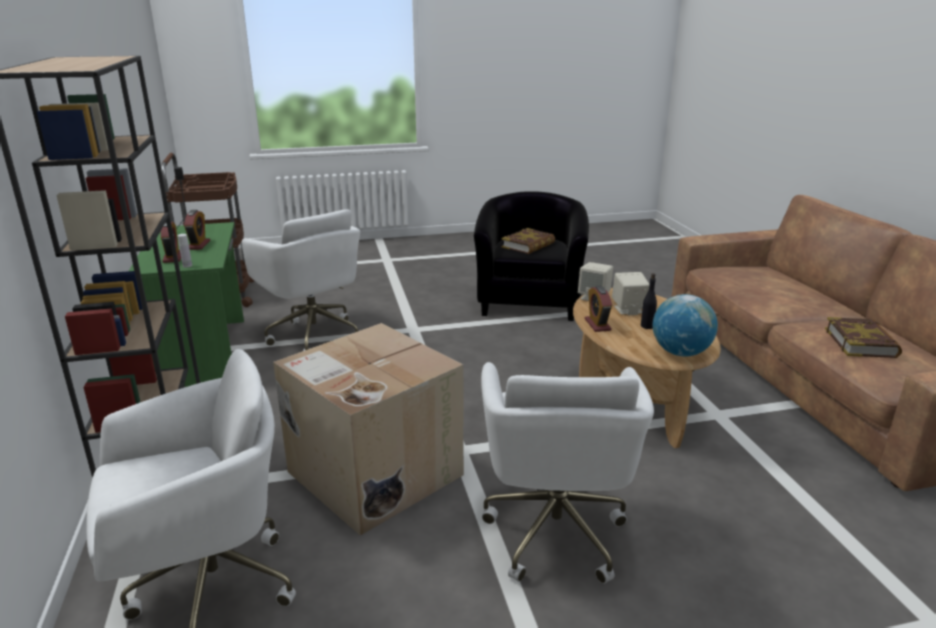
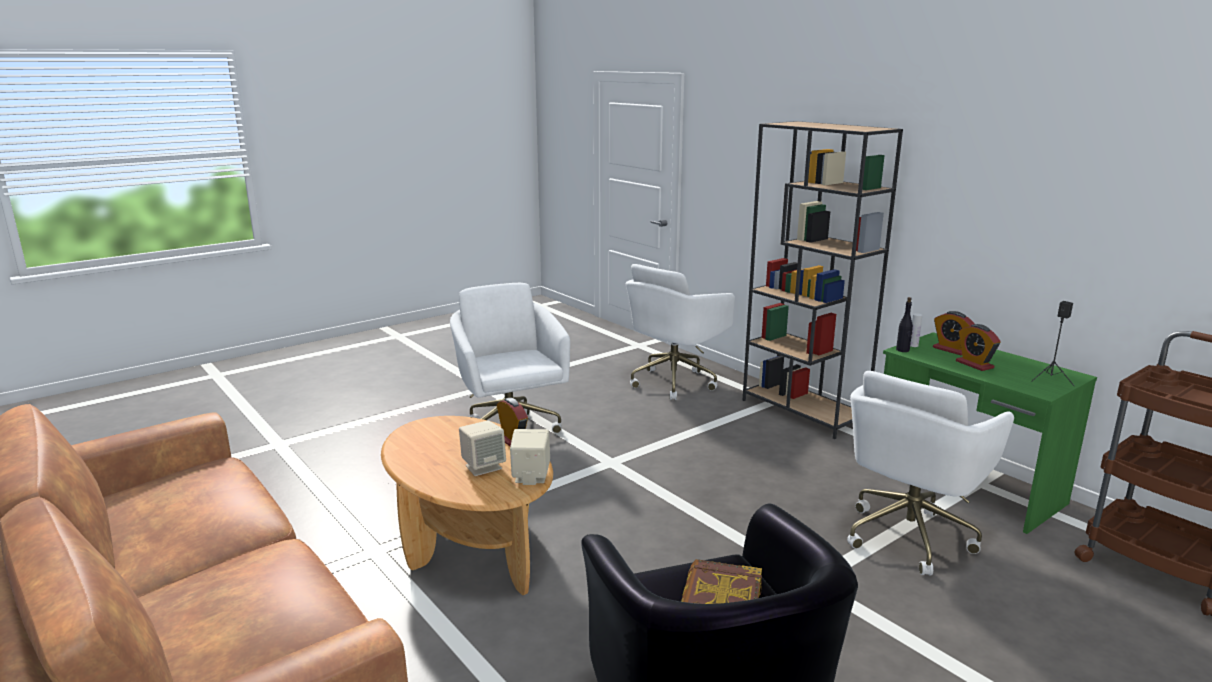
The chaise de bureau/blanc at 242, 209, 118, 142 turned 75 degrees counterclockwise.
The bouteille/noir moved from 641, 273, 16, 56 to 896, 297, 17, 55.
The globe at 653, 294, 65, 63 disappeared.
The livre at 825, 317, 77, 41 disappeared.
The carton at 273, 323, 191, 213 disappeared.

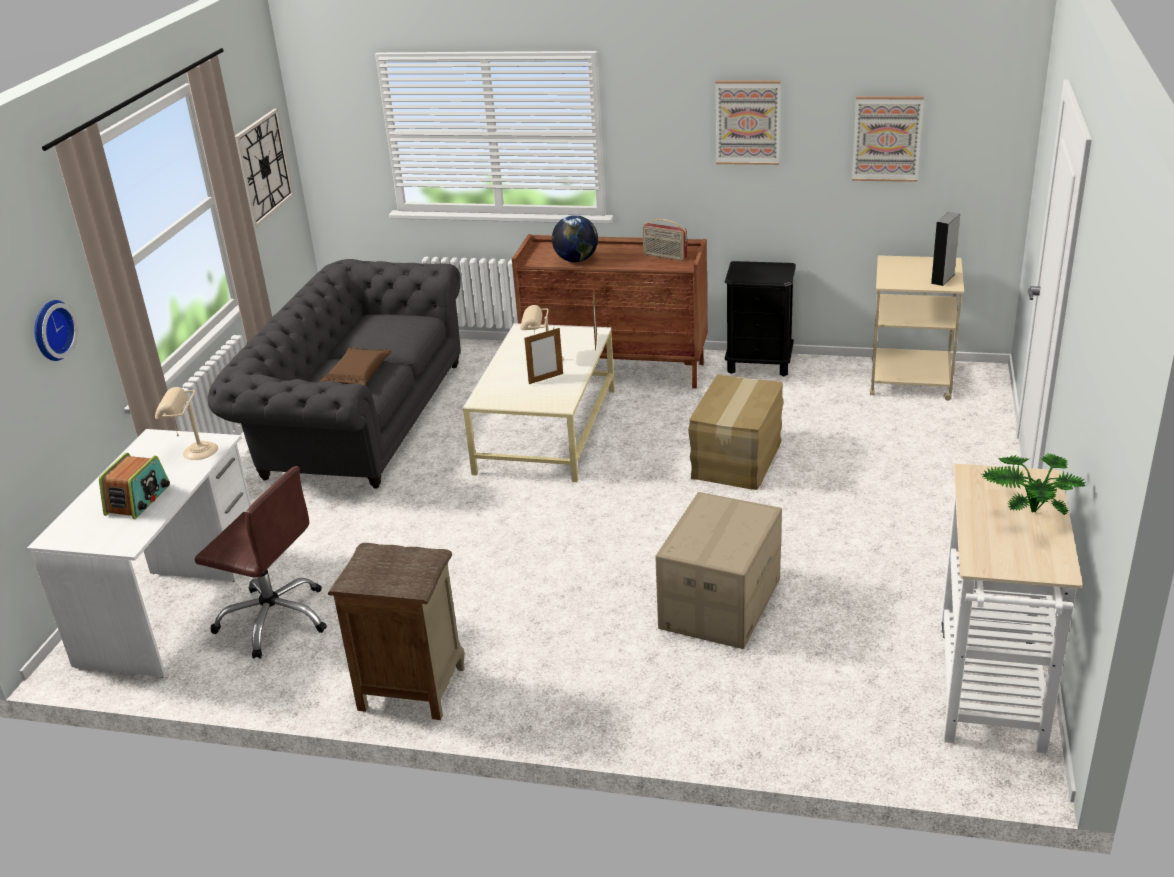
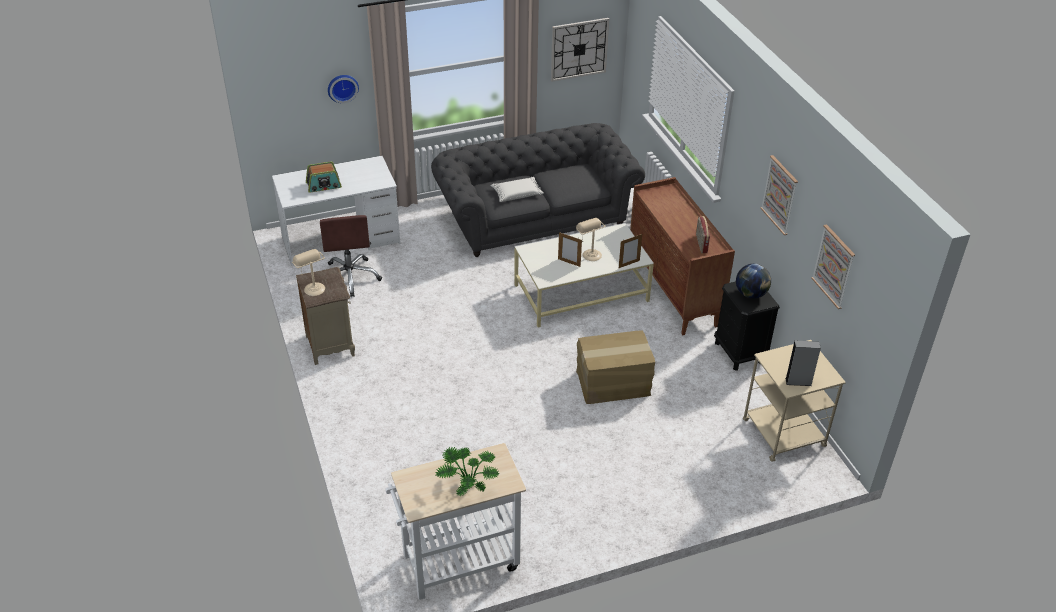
The globe moved from 552, 215, 46, 47 to 736, 264, 35, 34.
The coussin/marron at 319, 347, 73, 39 became the coussin/blanc at 490, 177, 54, 25.
The lampe de table/beige moved from 155, 387, 63, 73 to 292, 249, 33, 47.
The carton at 655, 492, 127, 157 disappeared.

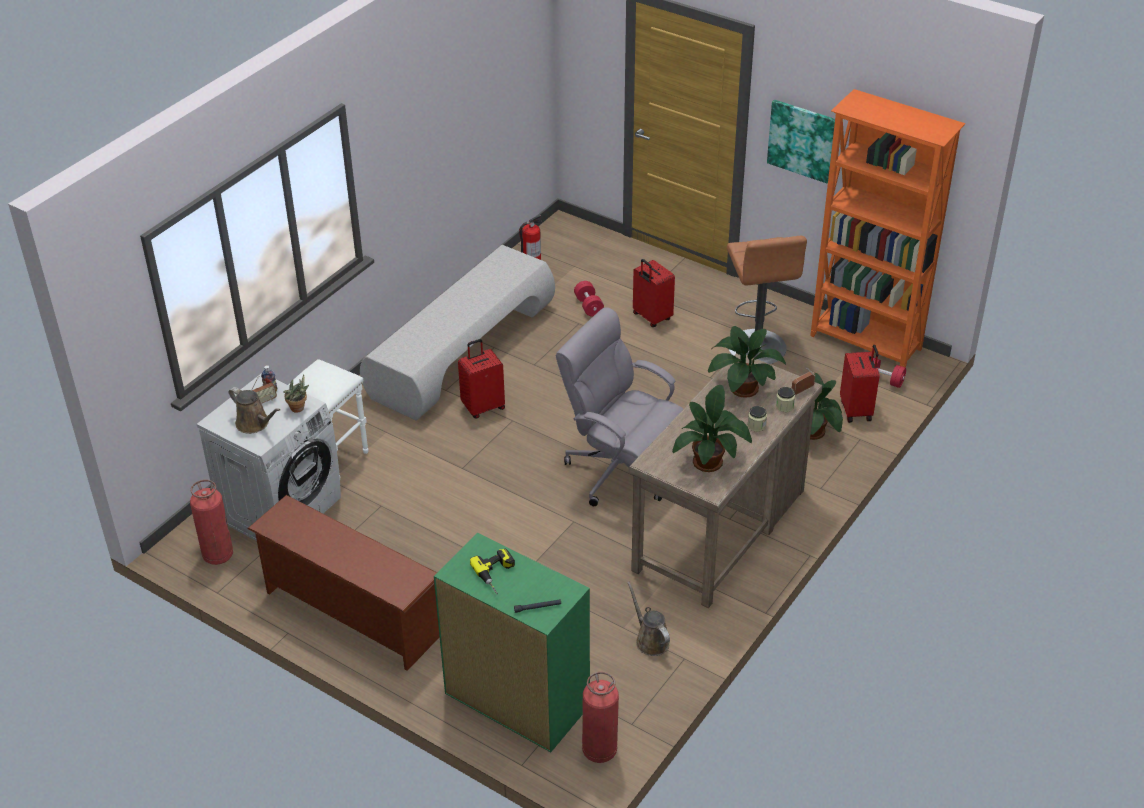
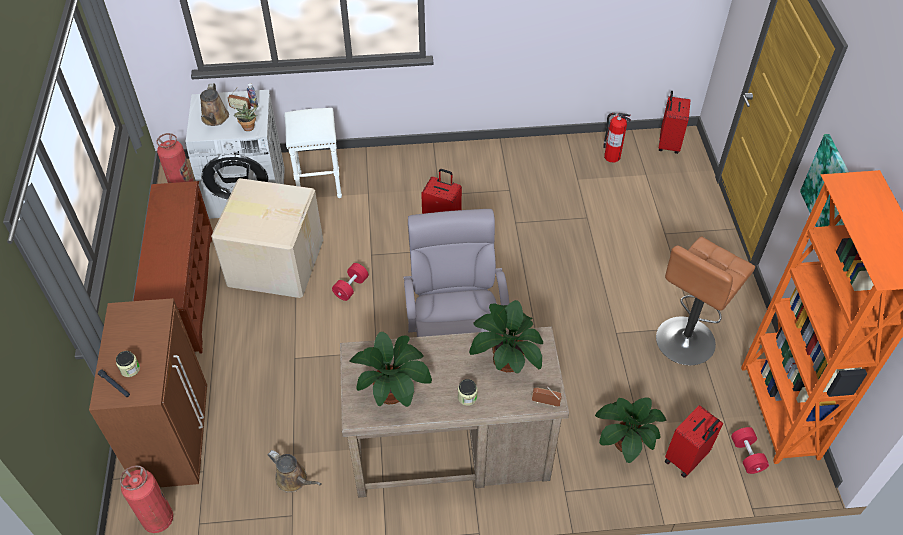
The banc/gris at 360, 245, 195, 175 disappeared.
The valise/rouge moved from 633, 259, 42, 68 to 658, 91, 33, 63.
The haltère/rouge moved from 574, 281, 30, 36 to 332, 263, 36, 38.
The bocal moved from 776, 387, 19, 25 to 116, 351, 24, 26.
The meuble de rangement/vert at 434, 533, 156, 219 became the meuble de rangement/marron at 89, 298, 118, 189.
The perceuse at 470, 549, 45, 46 disappeared.
The arrosoir/marron at 627, 582, 43, 74 turned 105 degrees clockwise.
The carton at 211, 178, 112, 120 appeared.

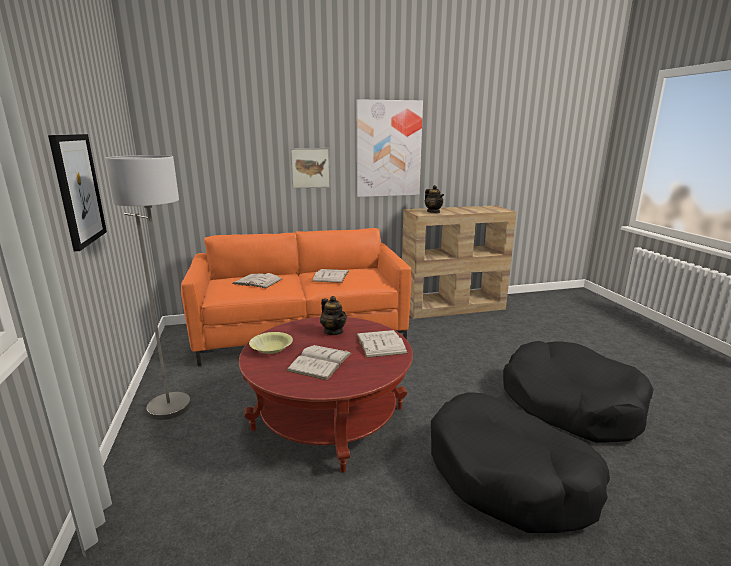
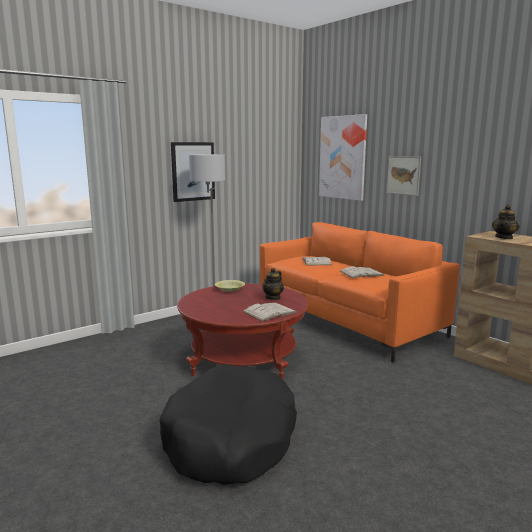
The tableau moved from 356, 99, 67, 98 to 319, 114, 48, 87.
The panier pour chien/noir at 503, 341, 151, 102 disappeared.
The livre/blanc at 287, 345, 65, 35 disappeared.

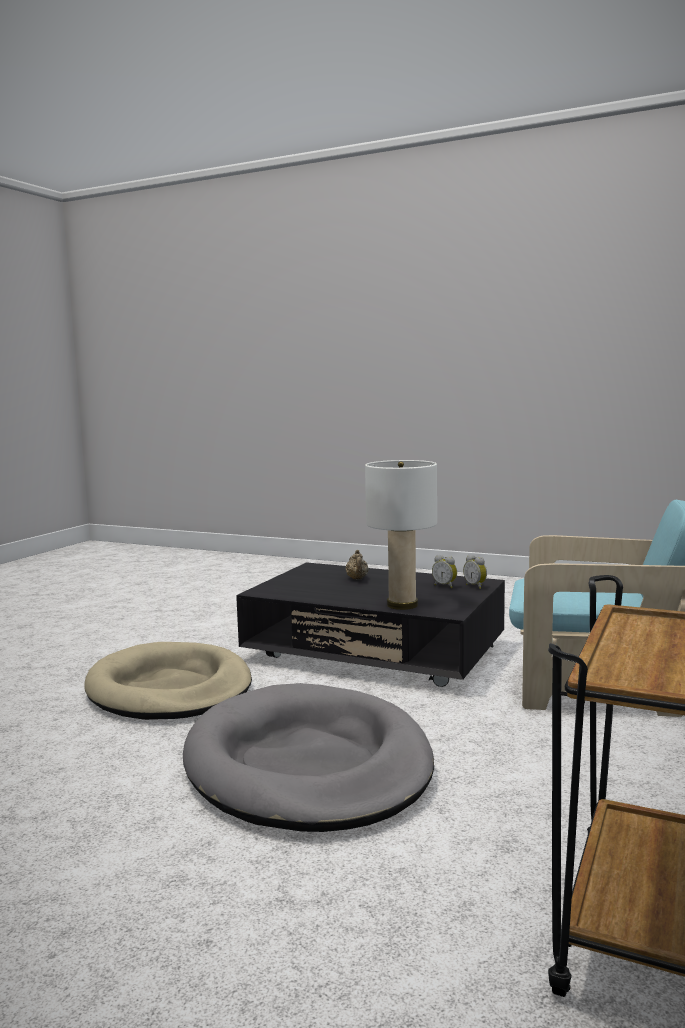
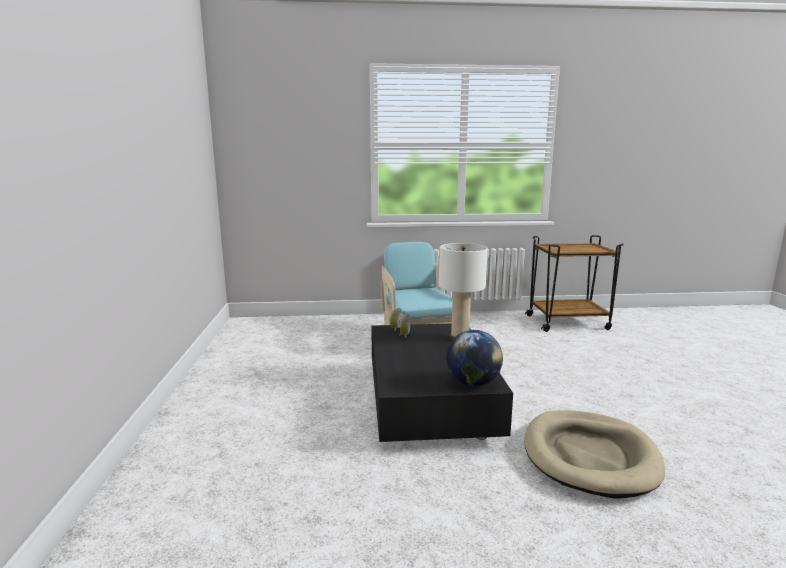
The théière/beige at 345, 550, 24, 29 disappeared.
The panier pour chien/gris at 183, 683, 251, 149 disappeared.
The globe at 446, 330, 57, 56 appeared.

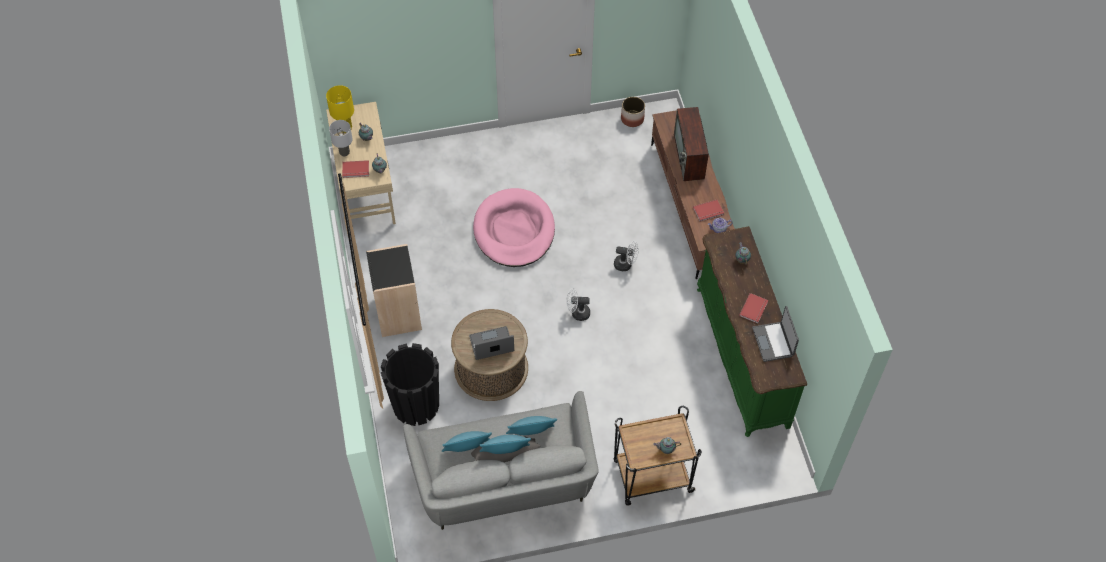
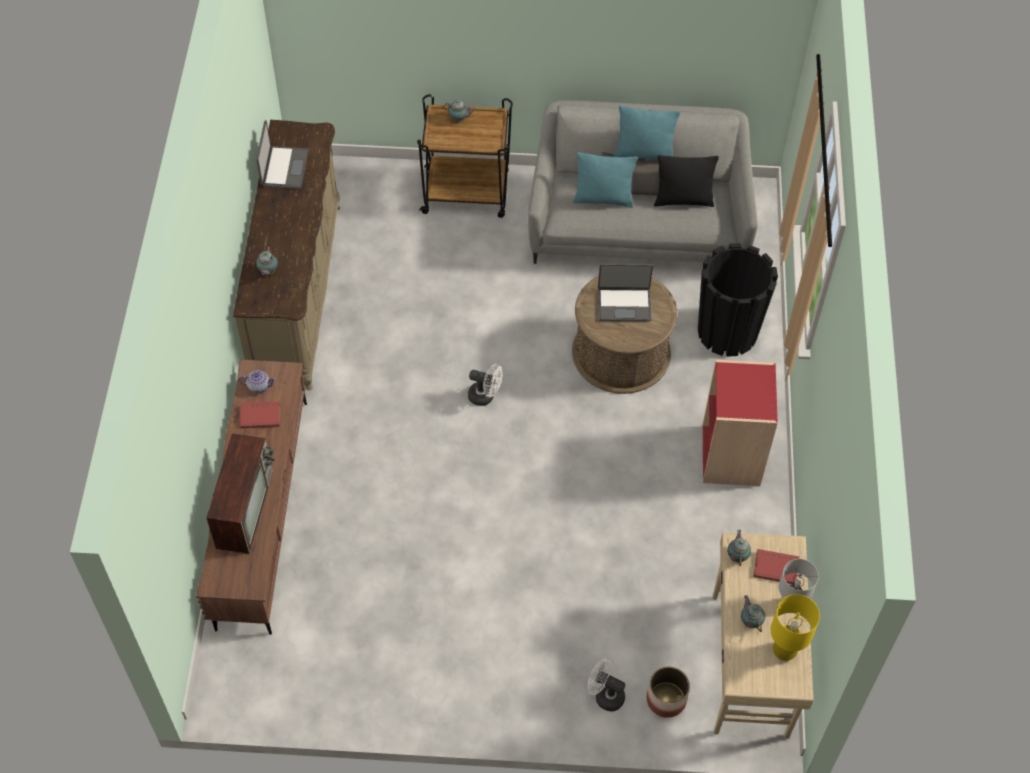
The cache-pot moved from 621, 97, 24, 30 to 647, 667, 43, 51.
The panier pour chien/rose at 473, 188, 82, 79 disappeared.
The meuble de rangement/vert at 697, 226, 110, 211 became the meuble de rangement/beige at 233, 120, 107, 270.
The ventilateur/blanc moved from 614, 241, 25, 30 to 588, 659, 37, 52.
The bibliothèque/noir at 366, 244, 56, 93 became the bibliothèque/rouge at 702, 360, 76, 126.
The livre/rouge at 739, 293, 29, 30 disappeared.
The coussin/turquoise at 442, 431, 50, 21 became the coussin/noir at 654, 155, 65, 52.

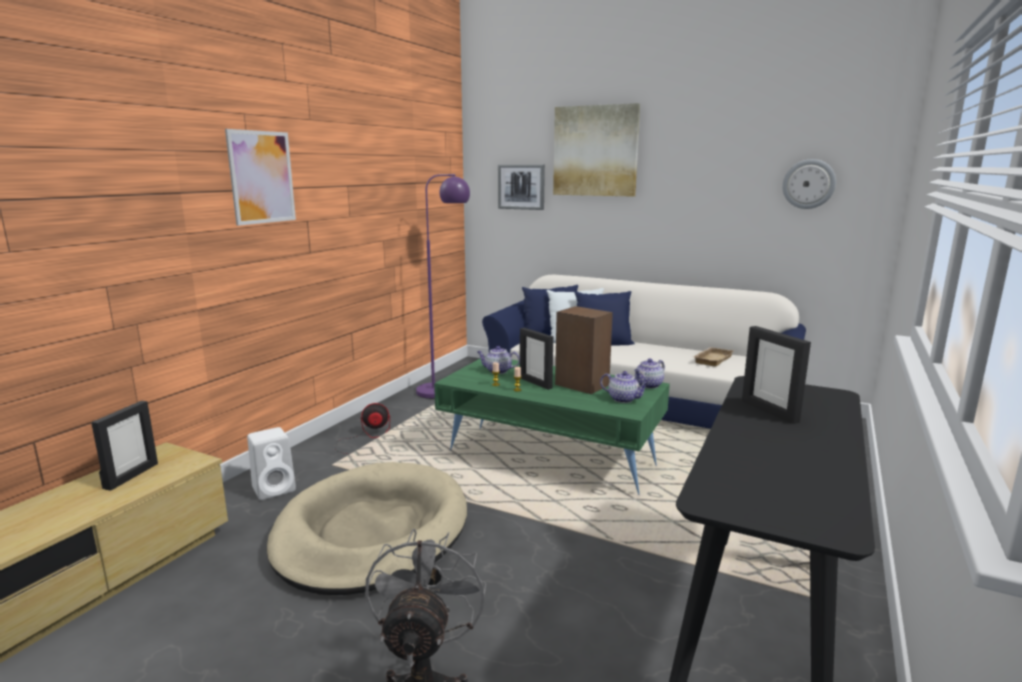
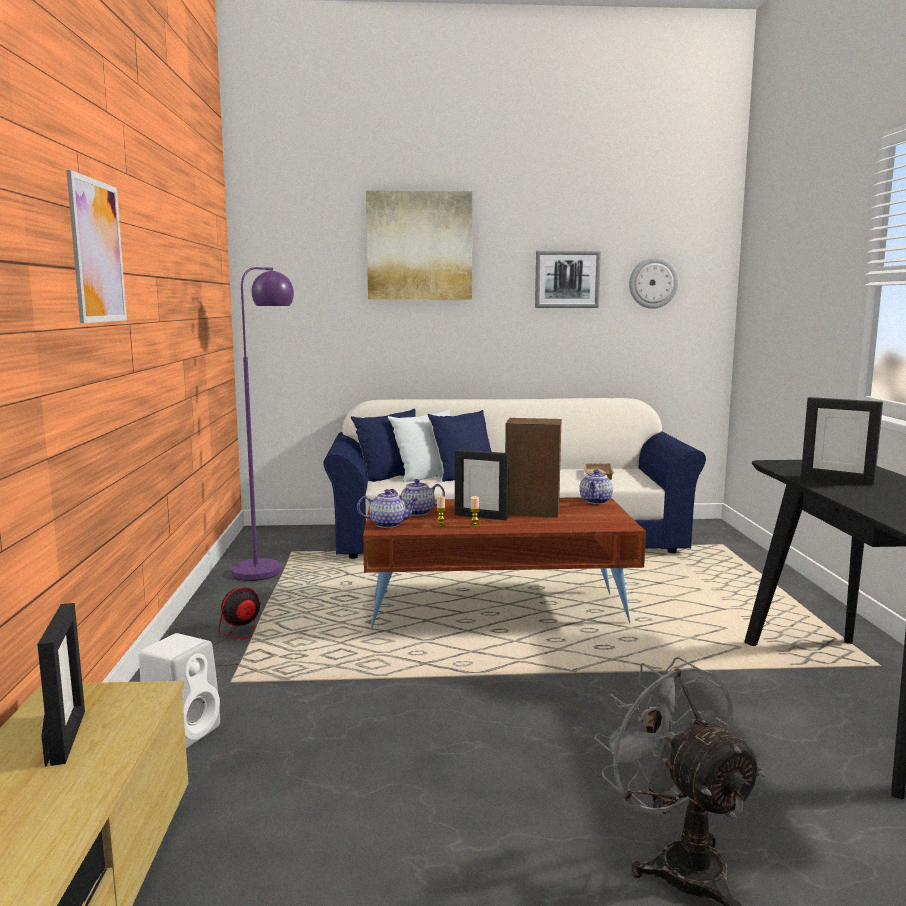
The tableau moved from 498, 164, 47, 46 to 535, 251, 66, 57.
The table basse/vert at 434, 356, 236, 139 became the table basse/marron at 363, 497, 283, 132.
The théière moved from 600, 371, 49, 32 to 357, 489, 61, 39.
The panier pour chien/beige at 267, 462, 200, 133 disappeared.

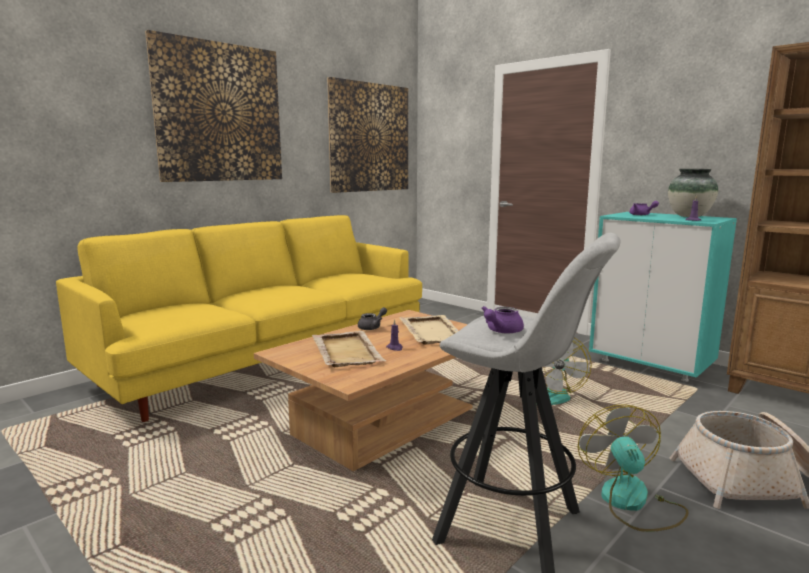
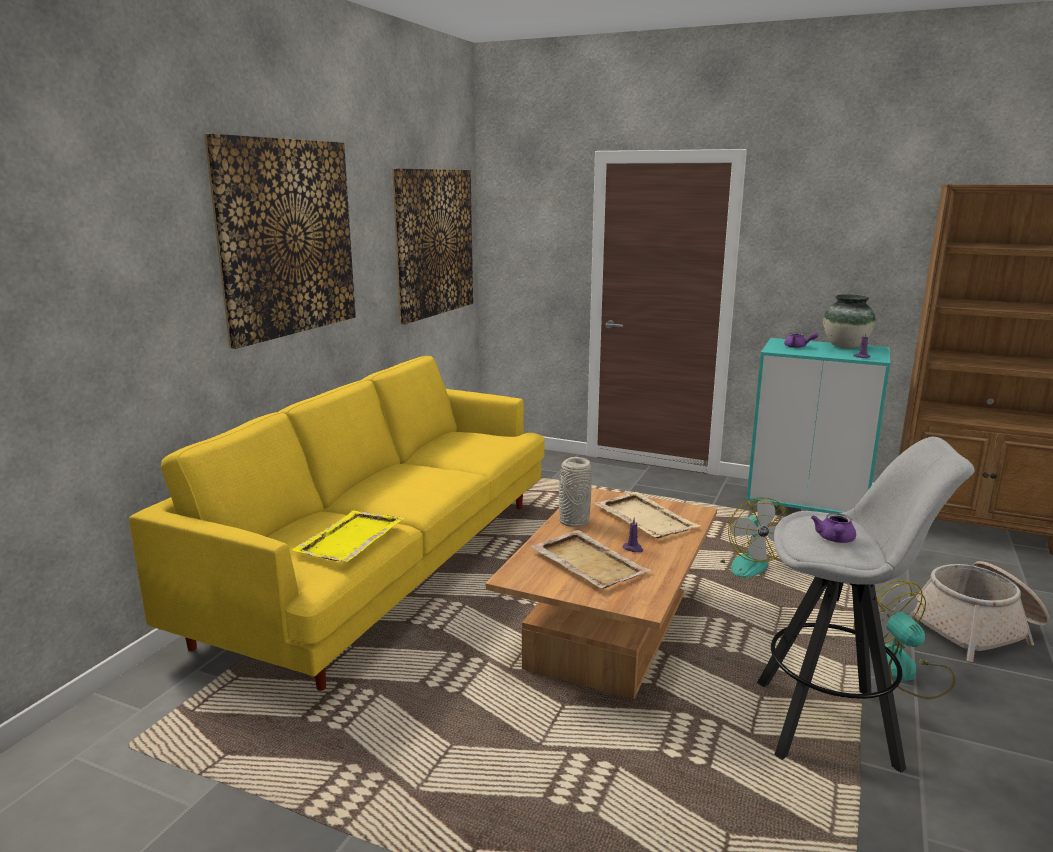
The théière/gris at 358, 307, 29, 23 was replaced by the vase/gris at 559, 457, 33, 70.
The plateau/jaune at 291, 510, 113, 52 appeared.

